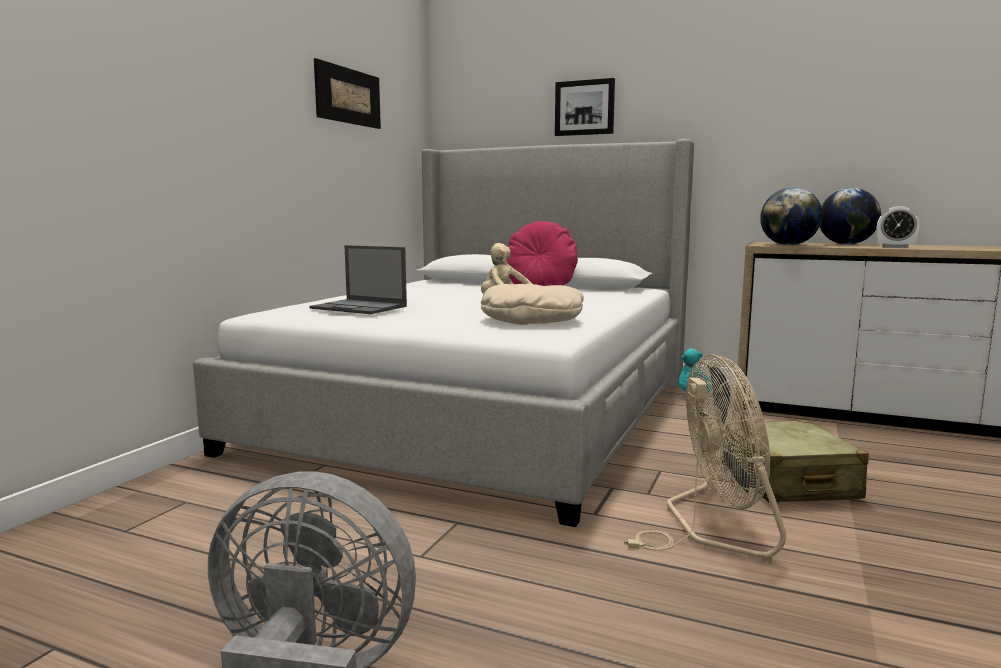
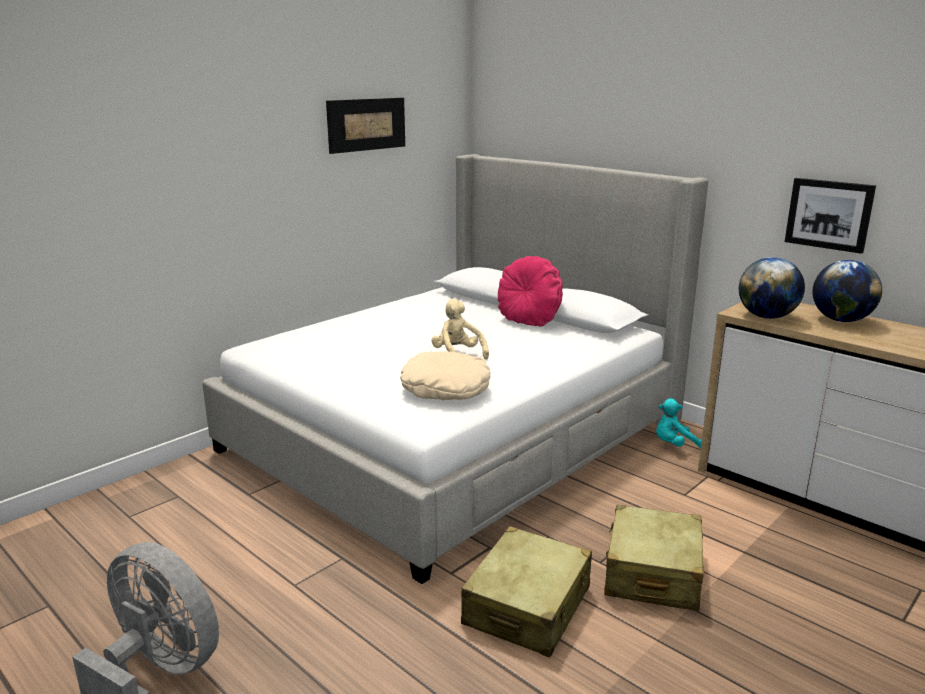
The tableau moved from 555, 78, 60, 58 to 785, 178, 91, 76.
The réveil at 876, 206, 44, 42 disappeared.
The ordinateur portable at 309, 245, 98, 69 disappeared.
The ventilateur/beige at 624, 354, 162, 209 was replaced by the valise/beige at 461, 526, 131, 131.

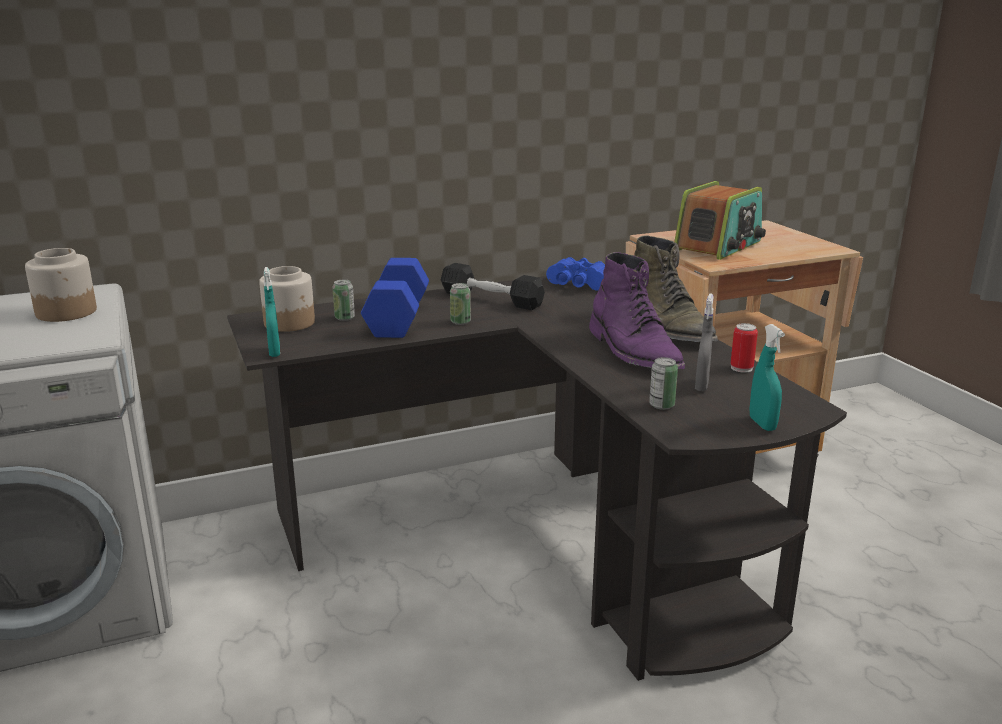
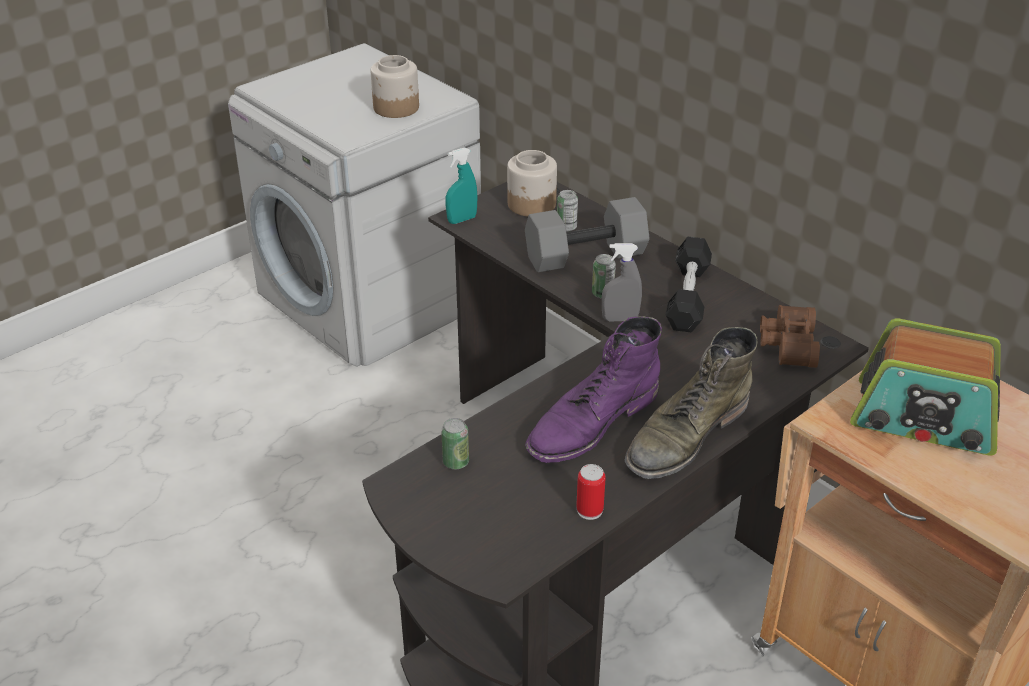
The jumelles/bleu at 546, 257, 59, 34 became the jumelles/marron at 760, 305, 60, 63.
The haltère/bleu at 361, 258, 68, 80 became the haltère/gris at 525, 197, 125, 75.
The vaporisateur/gris moved from 695, 293, 19, 98 to 602, 243, 40, 78.
The vaporisateur/turquoise at 750, 324, 35, 107 disappeared.

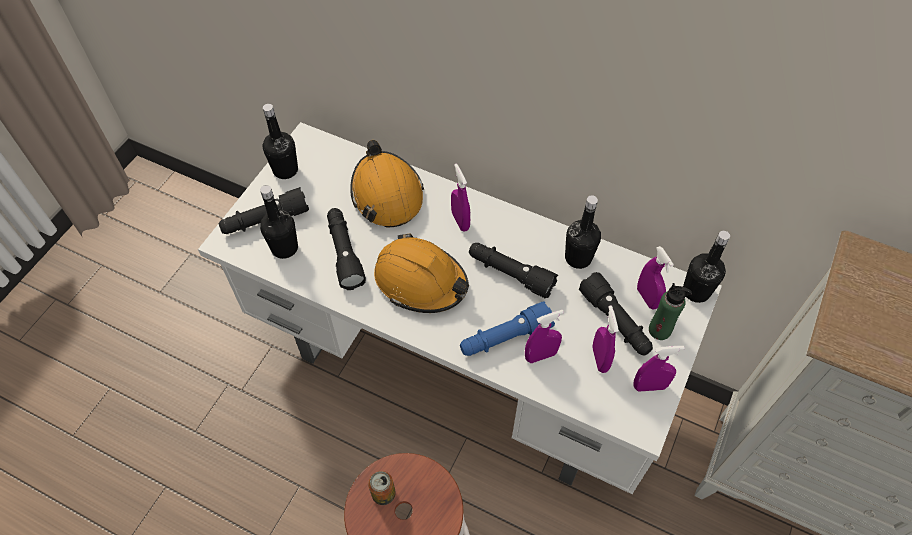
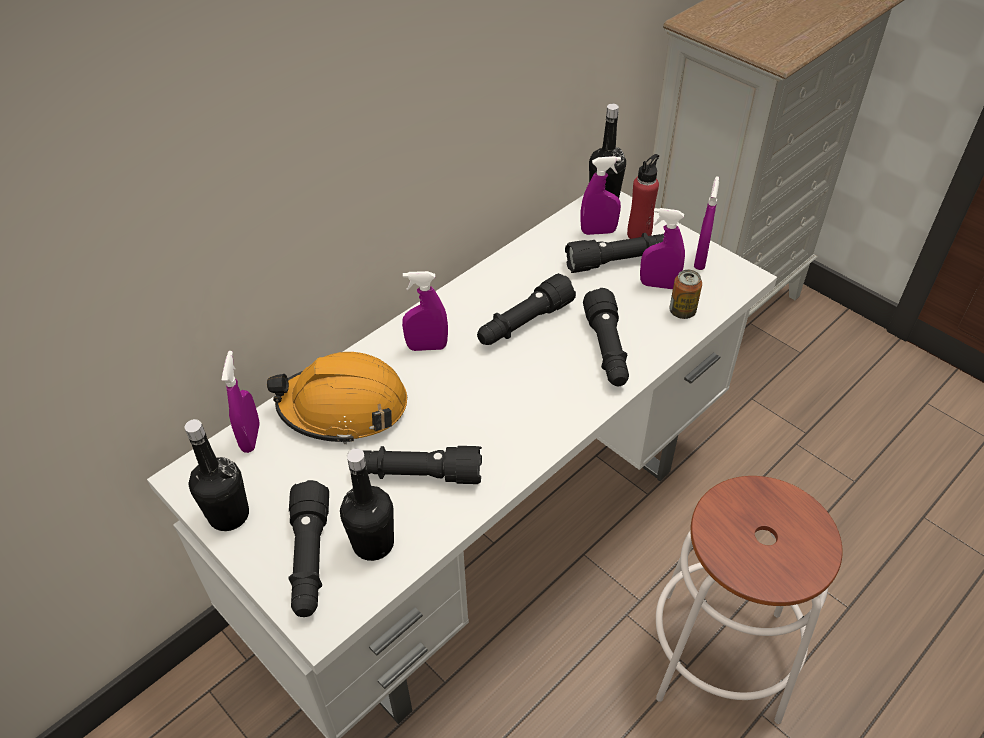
The bouteille/noir at 565, 195, 36, 74 disappeared.
The casque de chantier/orange at 374, 233, 95, 80 disappeared.
The bouteille/vert at 649, 283, 43, 57 became the bouteille/rouge at 627, 154, 32, 85.
The lampe de poche/bleu at 460, 301, 95, 55 became the lampe de poche/noir at 583, 288, 46, 98.
The vaporisateur/violet moved from 525, 310, 39, 53 to 222, 351, 38, 102.
The boîte métallique moved from 368, 471, 28, 34 to 669, 270, 33, 49.

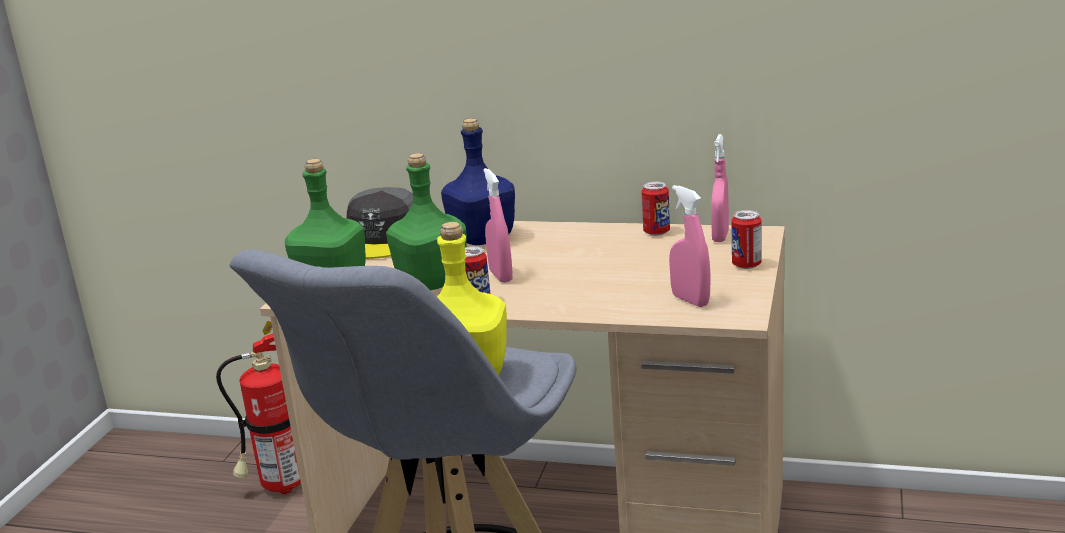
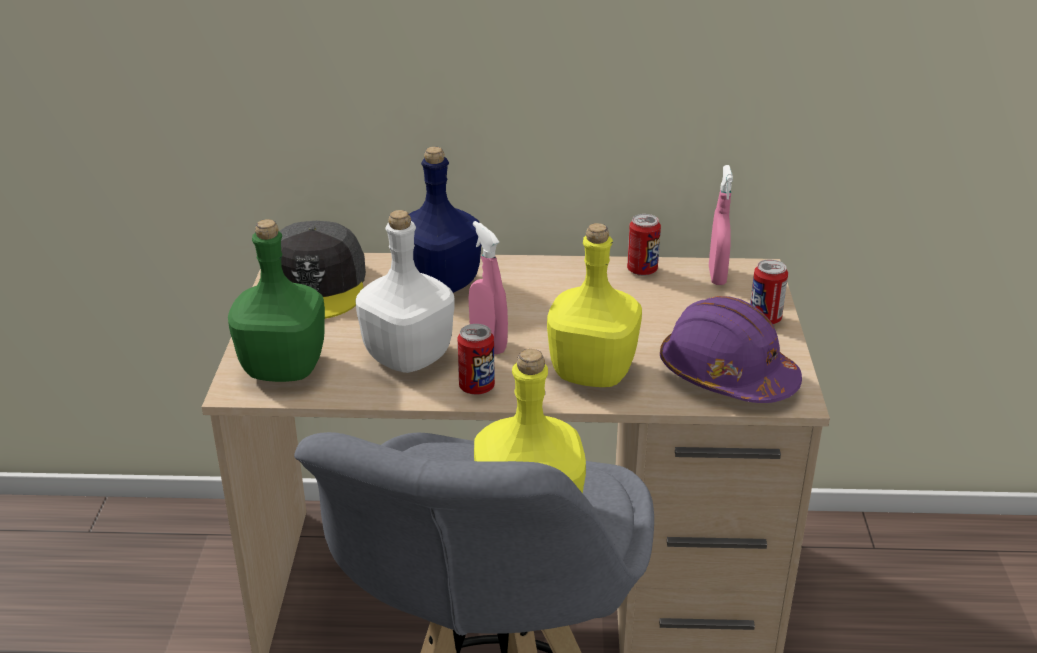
The bouteille/vert at 386, 153, 81, 137 became the bouteille/blanc at 355, 210, 100, 163.
The vaporisateur/rose at 669, 185, 42, 122 was replaced by the casque de chantier/violet at 660, 296, 142, 107.
The extincteur at 216, 321, 85, 173 disappeared.
The bouteille/jaune at 547, 223, 95, 164 appeared.

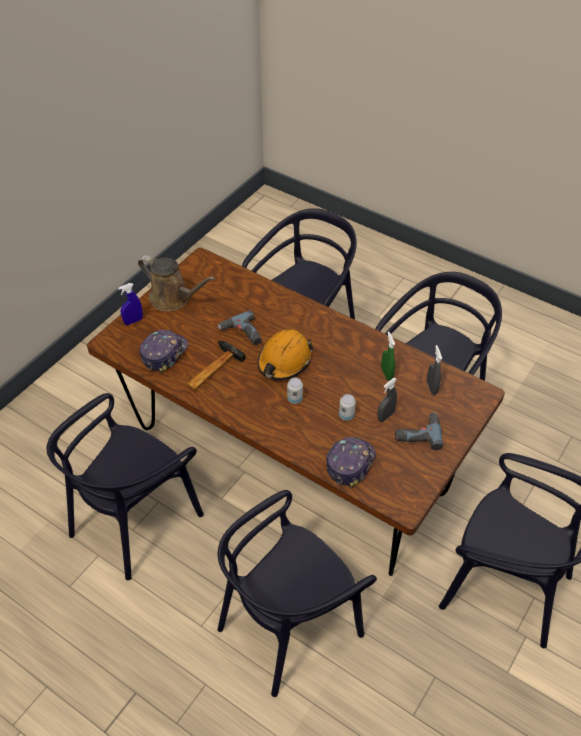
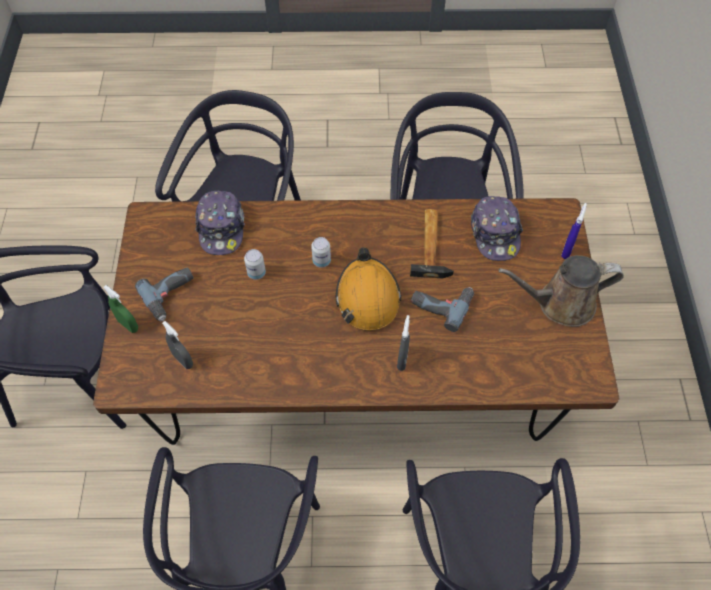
The vaporisateur/vert moved from 381, 331, 14, 49 to 103, 285, 35, 48.
The vaporisateur/gris moved from 377, 378, 20, 44 to 397, 315, 13, 56.

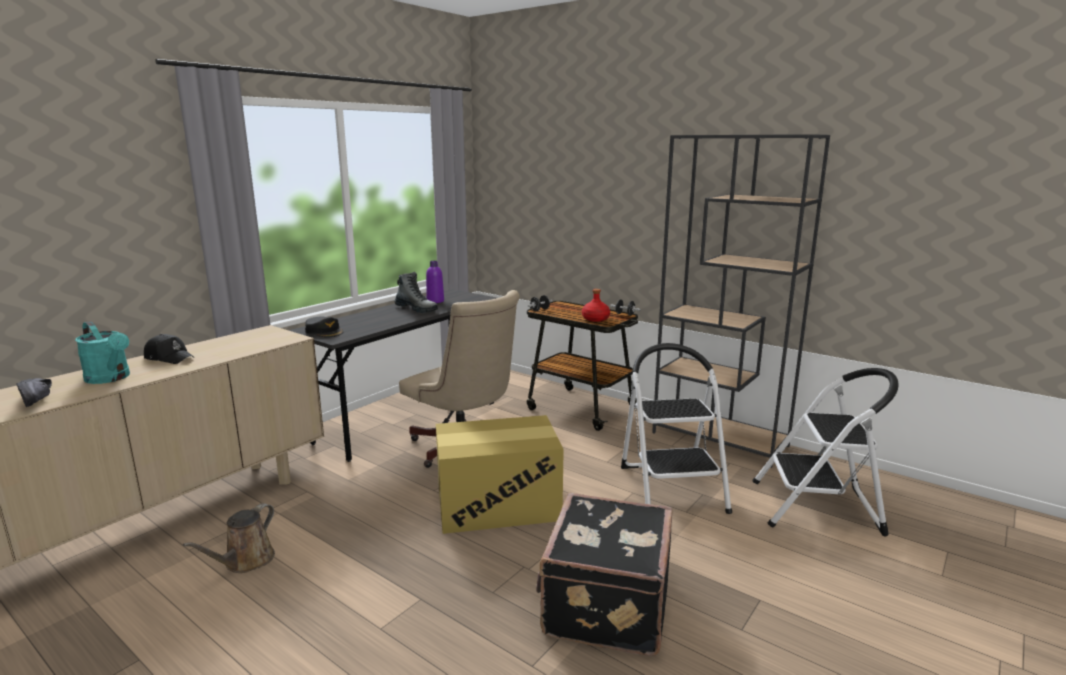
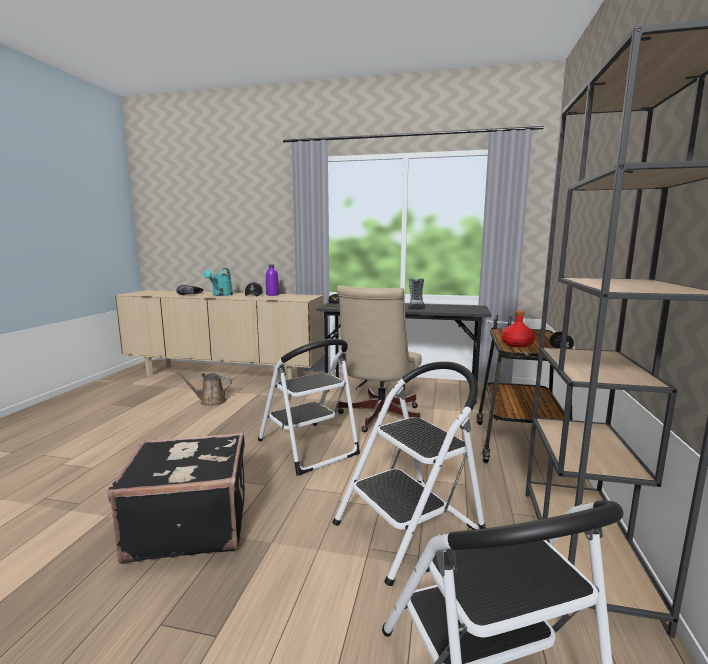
The bouteille/violet moved from 426, 261, 18, 42 to 266, 264, 13, 32.
The carton at 436, 415, 128, 119 was replaced by the escabeau at 258, 339, 102, 137.

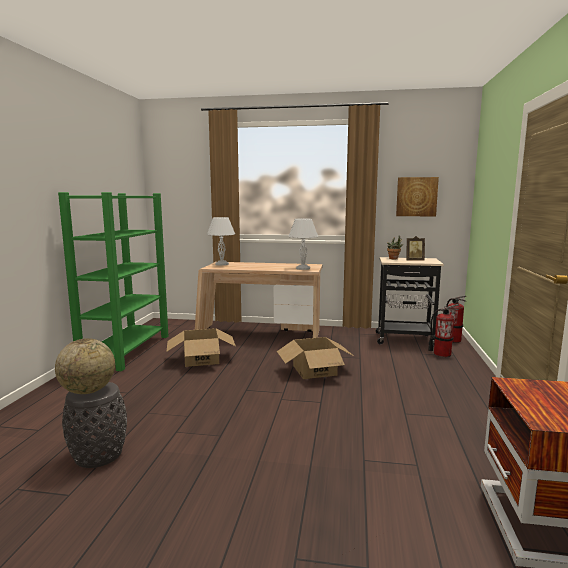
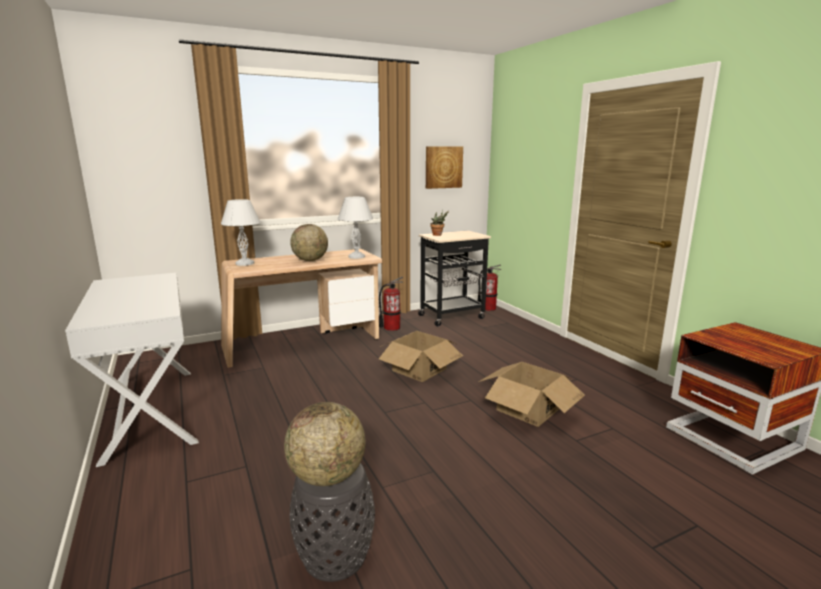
The bibliothèque/vert at 58, 192, 110, 179 was replaced by the table console/blanc at 65, 273, 134, 194.
The cadre photo at 406, 236, 19, 24 disappeared.
The extincteur moved from 428, 304, 31, 53 to 379, 276, 25, 55.
The carton moved from 166, 328, 70, 39 to 479, 362, 106, 65.
The globe at 290, 224, 38, 37 appeared.

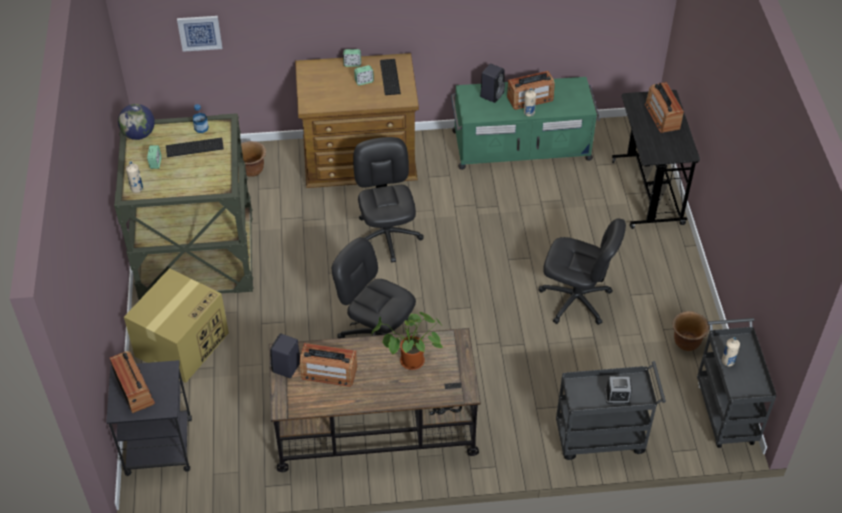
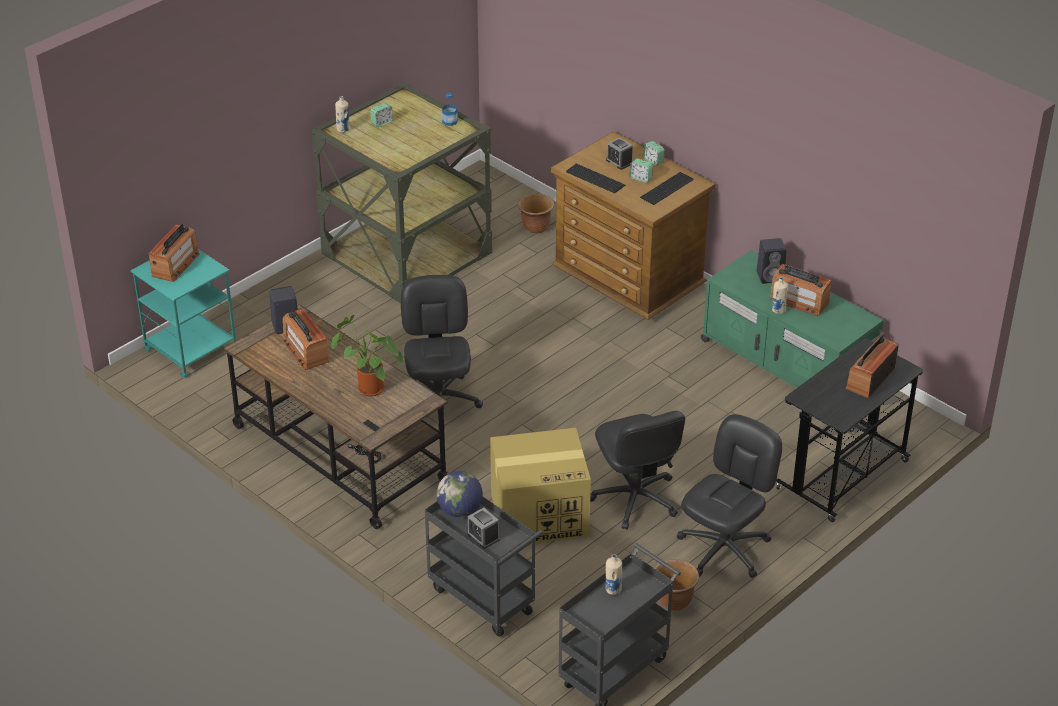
The tableau at 177, 16, 45, 36 disappeared.
The globe moved from 118, 104, 37, 36 to 436, 471, 47, 47.
The clavier moved from 166, 137, 58, 20 to 566, 164, 59, 29.
The chaise de bureau/noir moved from 353, 137, 71, 126 to 677, 414, 105, 164.
The carton moved from 124, 268, 105, 115 to 490, 428, 101, 116.
The chariot/noir at 106, 360, 86, 116 became the chariot/turquoise at 131, 249, 105, 129.
The réveil at 606, 137, 27, 33 appeared.

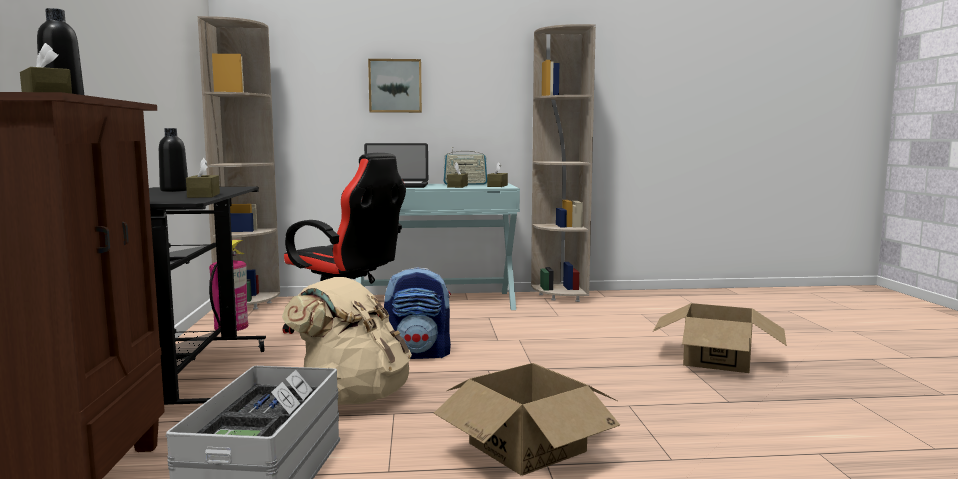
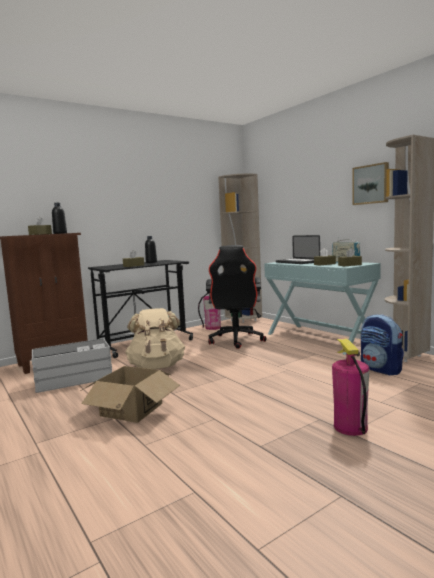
The tableau moved from 368, 59, 54, 54 to 352, 162, 37, 43.
The sac à dos moved from 384, 268, 67, 91 to 361, 314, 43, 61.
The carton at 653, 303, 134, 70 was replaced by the extincteur at 332, 338, 37, 98.

